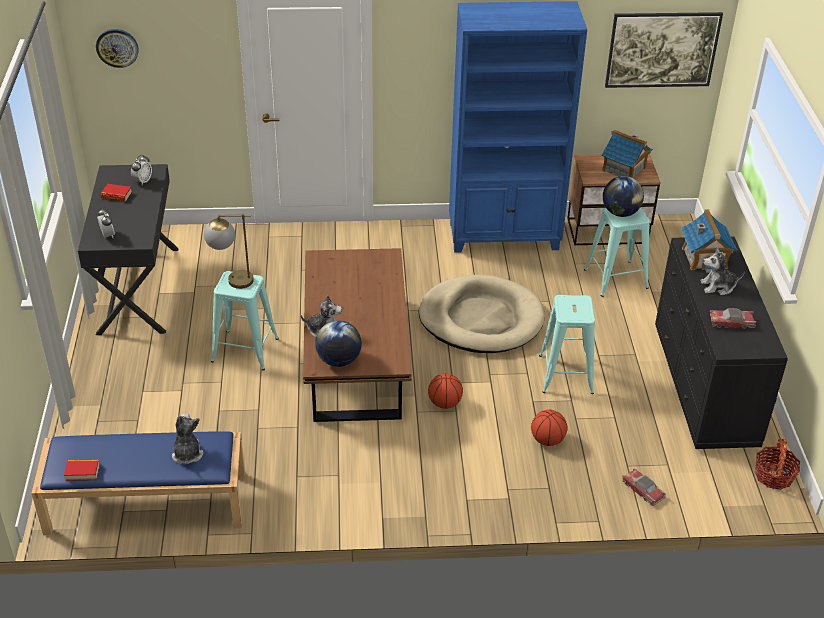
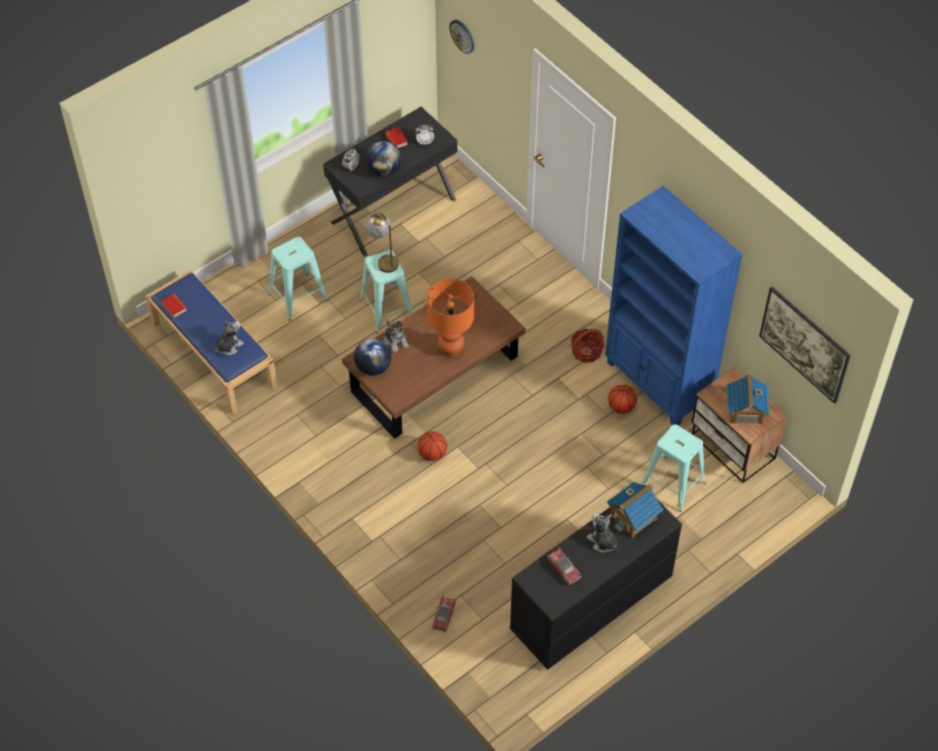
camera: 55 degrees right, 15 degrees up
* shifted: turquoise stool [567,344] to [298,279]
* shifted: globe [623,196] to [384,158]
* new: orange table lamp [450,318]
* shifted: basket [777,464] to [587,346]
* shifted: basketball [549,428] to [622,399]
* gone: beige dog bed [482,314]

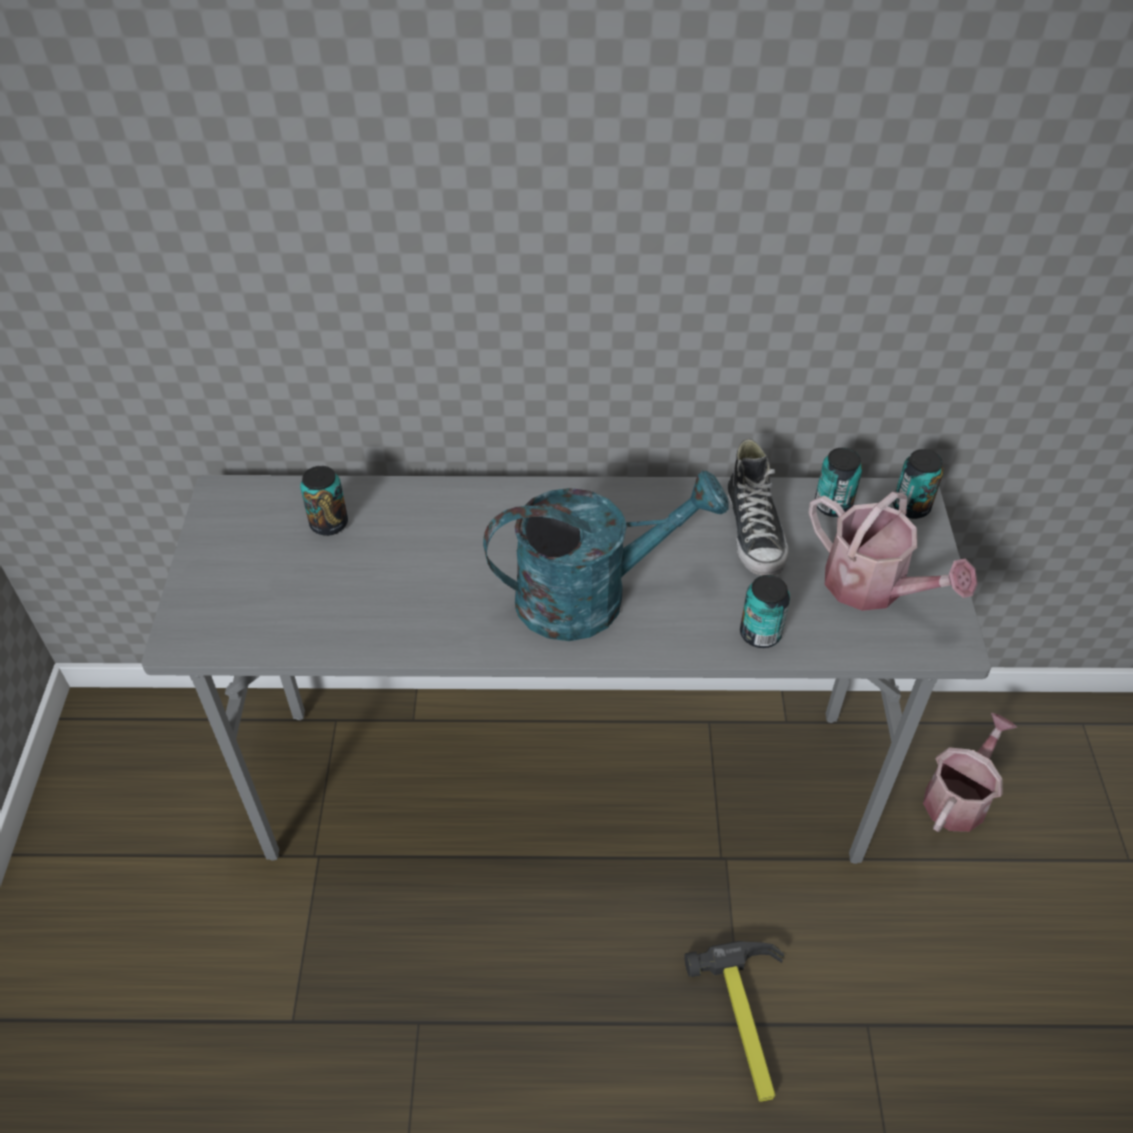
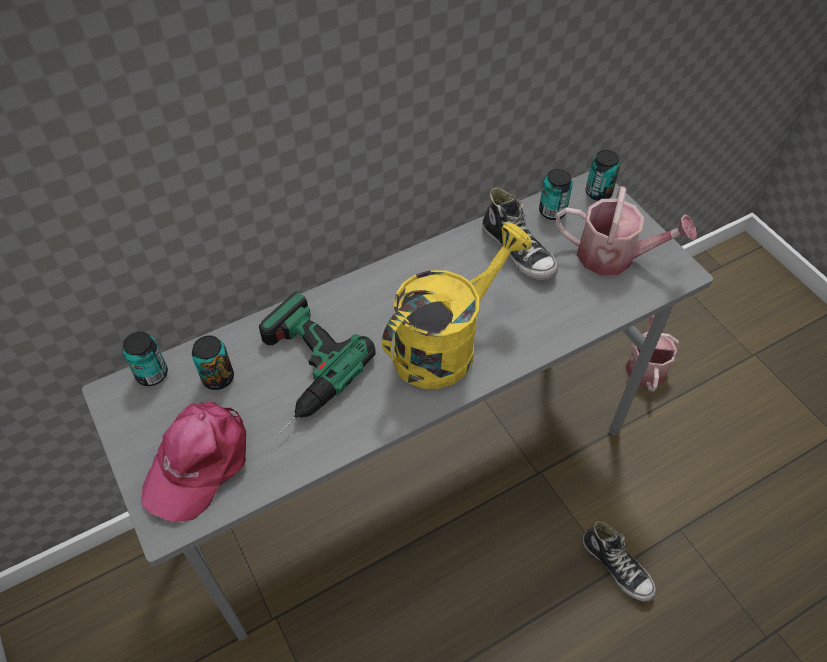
camera: 30 degrees left, 5 degrees up
* shifted: can [765,611] to [145,359]
* new: pink cap [193,462]
* new: power drill [317,363]
* repainted: turquoise watering can [605,555] to yellow watering can [457,305]
* swapped: hammer [734,1021] to shoe [619,561]

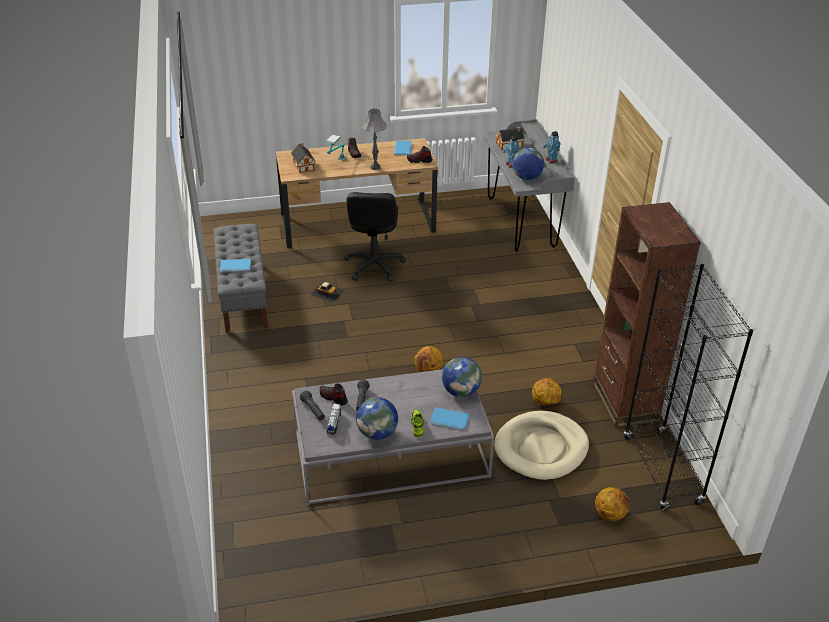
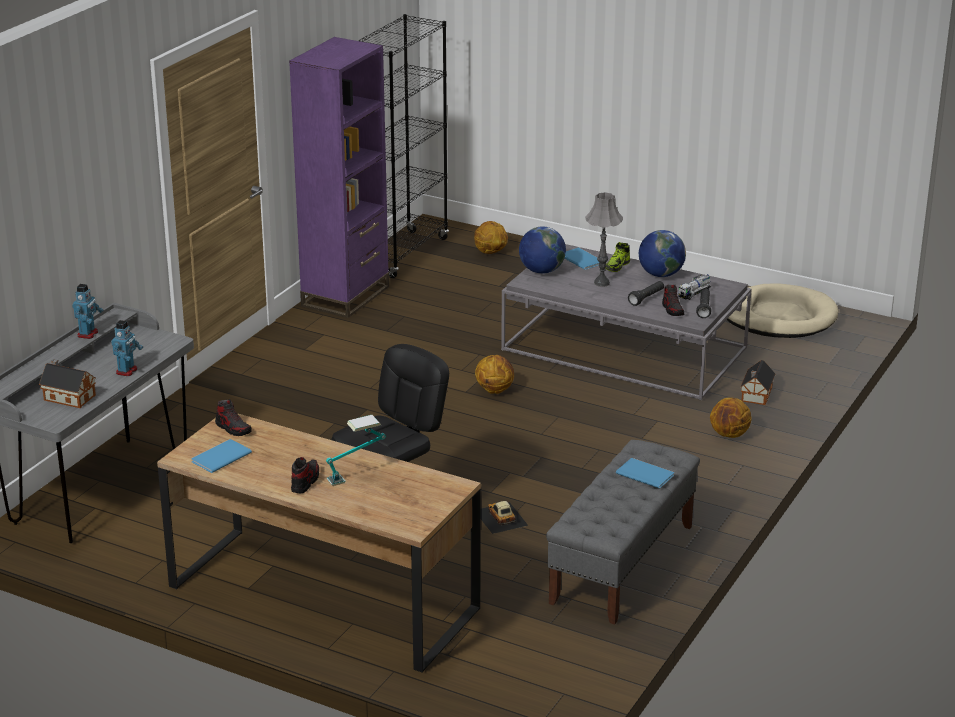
camera: 140 degrees left, 10 degrees down
* repainted: brown bookcase [647,315] to purple bookcase [339,177]
* shifted: grey table lamp [374,139] to [604,239]
* shifted: basketball [547,391] to [731,418]
* shifted: beige dog bed [541,445] to [783,310]
* shifted: toy house [303,158] to [757,382]
* gone: globe [528,164]

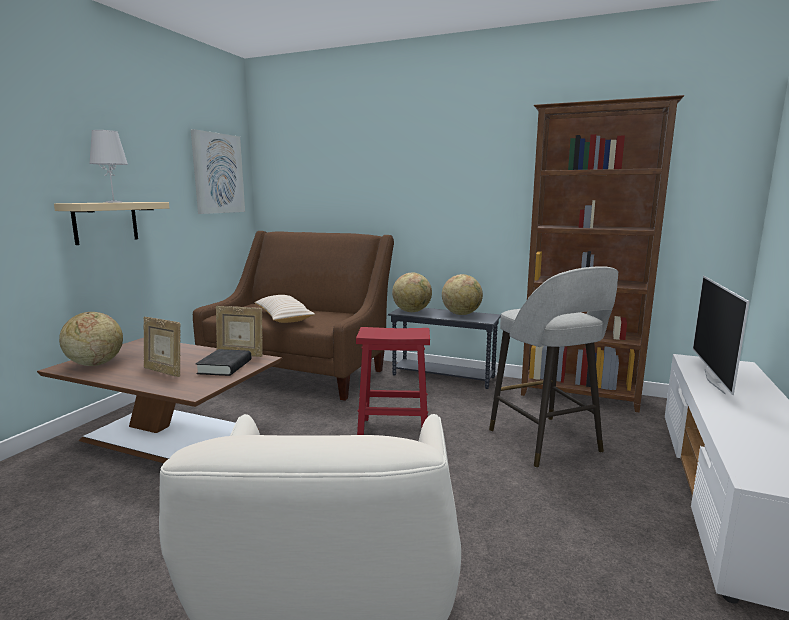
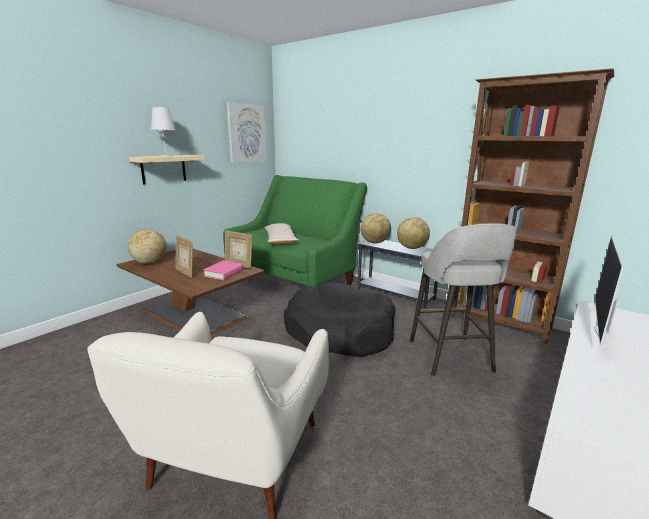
camera: 15 degrees right, 5 degrees up
* repainted: black book [223,362] to pink book [223,270]
* repainted: brown sofa [293,316] to green sofa [295,230]
* swapped: red stool [393,381] to black dog bed [339,320]

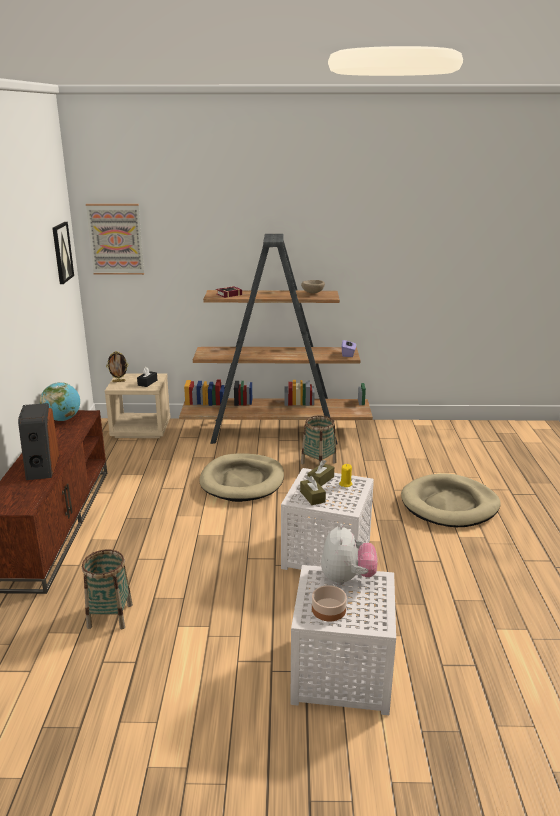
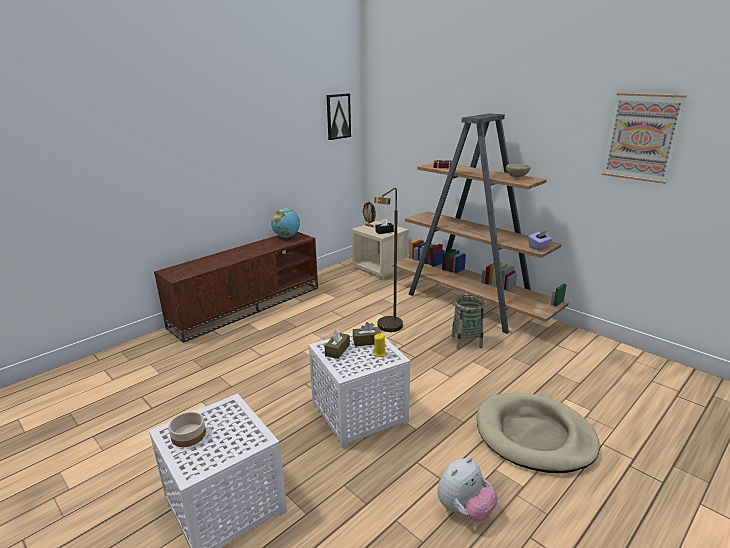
camera: 45 degrees right, 0 degrees up
* swapped: beige dog bed [242,478] to brown floor lamp [388,260]
* shifted: plush toy [349,554] to [467,489]
* shifted: picture [115,239] to [644,138]
* gone: speaker [38,441]
* gone: basket [107,589]

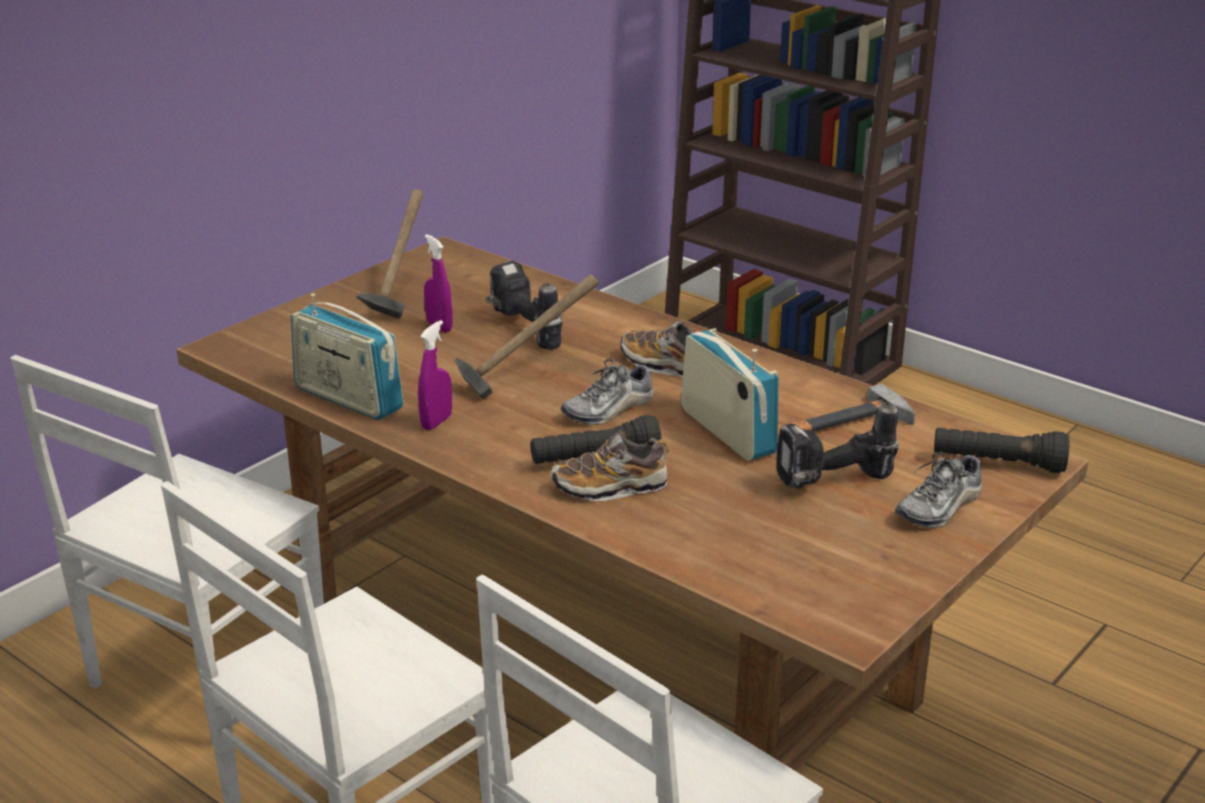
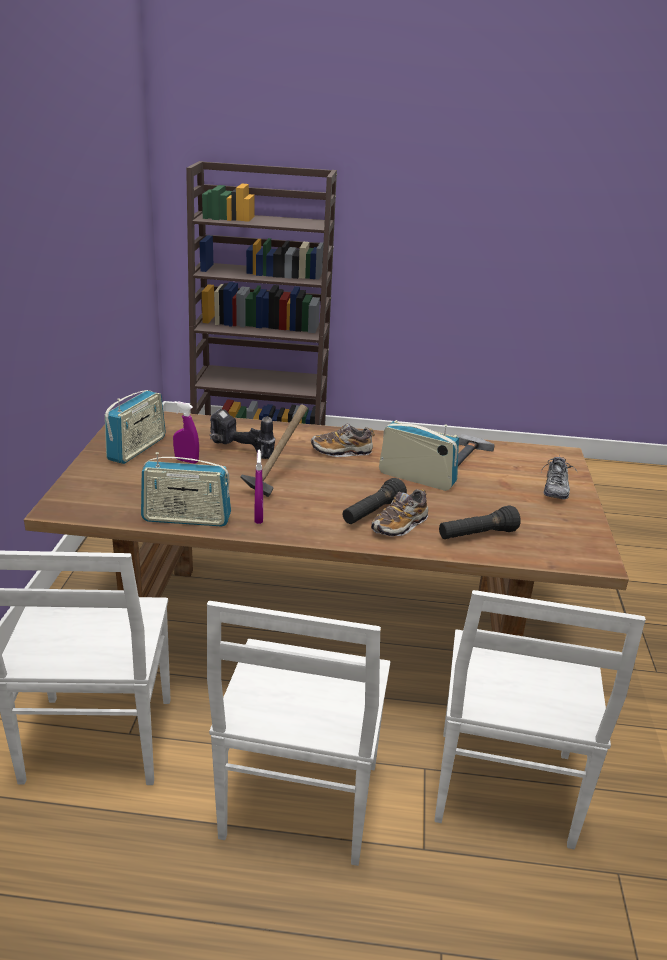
camera: 35 degrees left, 0 degrees up
* swapped: hammer [389,254] to radio [135,427]
* shifted: black flashlight [1002,450] to [480,522]
* gone: shoe [607,391]
* gone: power drill [838,445]

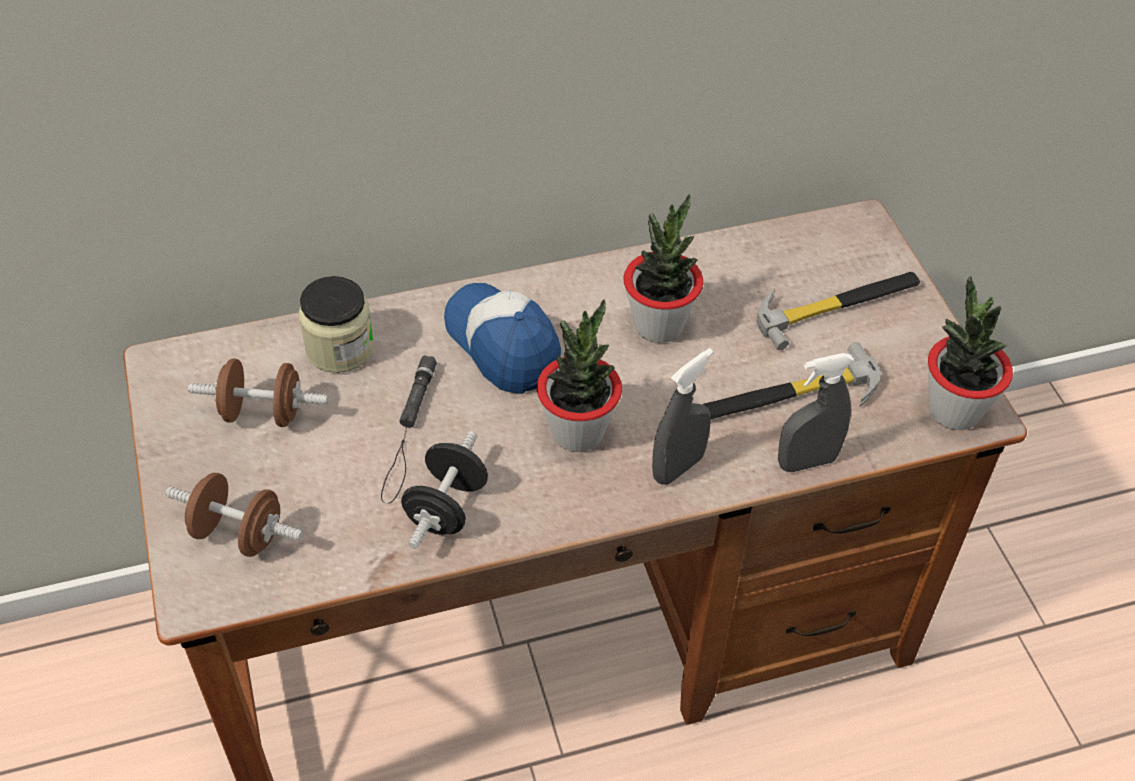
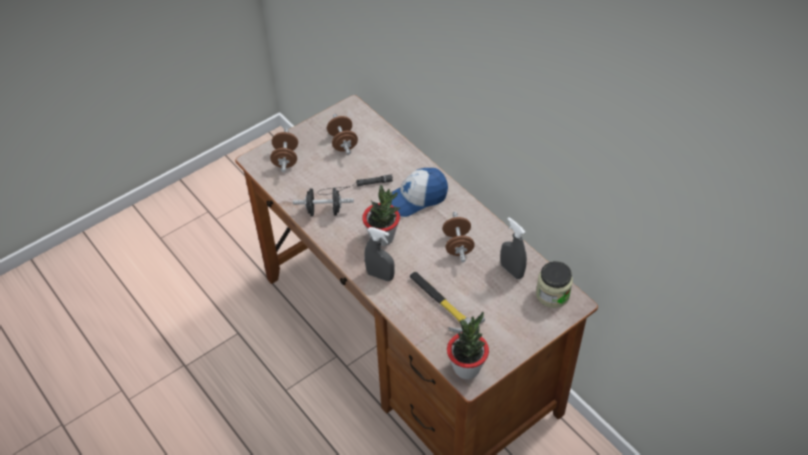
camera: 70 degrees right, 0 degrees up
* rotated: cap [502,338] = [419,192] 150 degrees counterclockwise
* swapped: potted plant [663,268] to brown dumbbell [458,237]
* shifted: grey spray bottle [816,412] to [513,248]
* shifted: jar [336,324] to [554,284]
* gone: hammer [838,311]

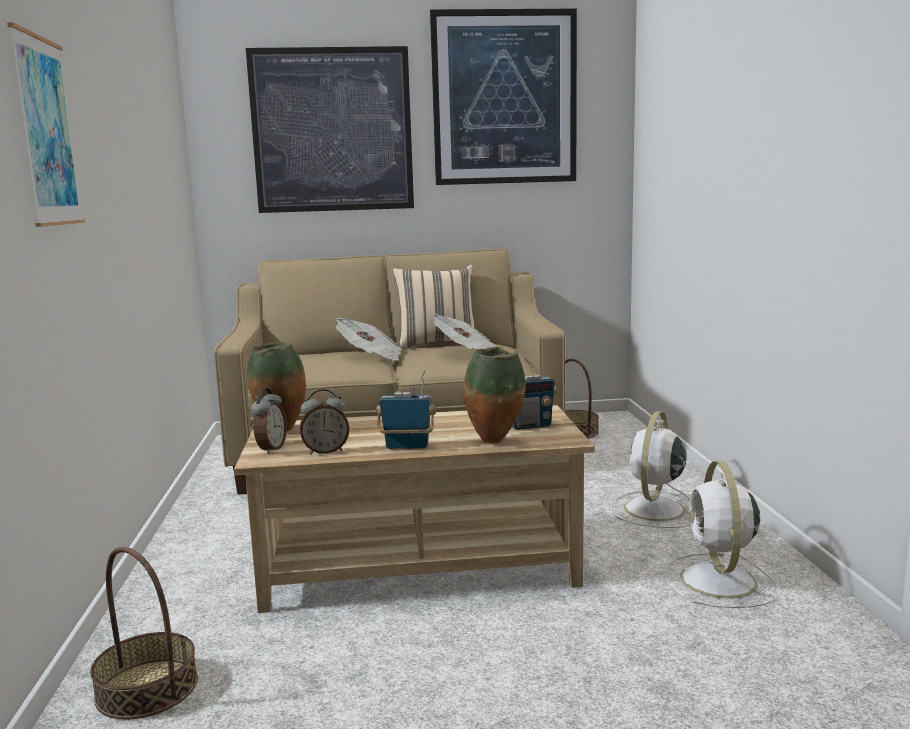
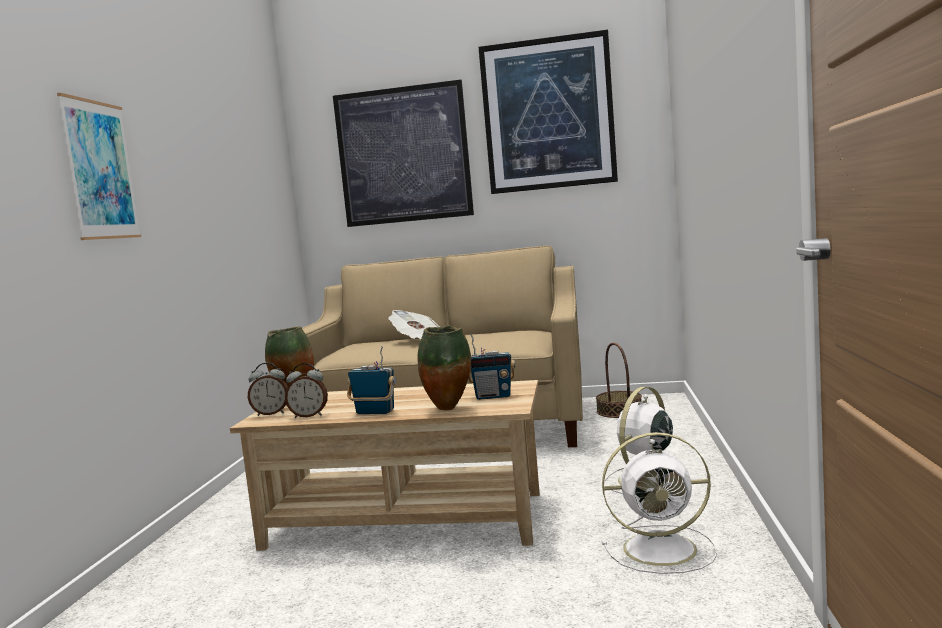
camera: 15 degrees right, 5 degrees down
* rotated: alarm clock [269,421] = [268,389] 60 degrees clockwise
* rotated: white fan [721,534] = [659,503] 105 degrees counterclockwise
* gone: basket [144,633]
* gone: beige pillow [433,307]
* gone: newspaper [464,331]

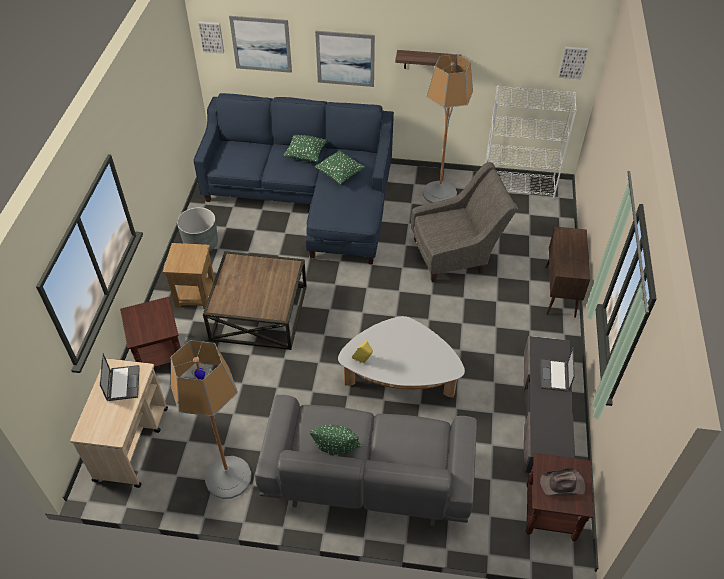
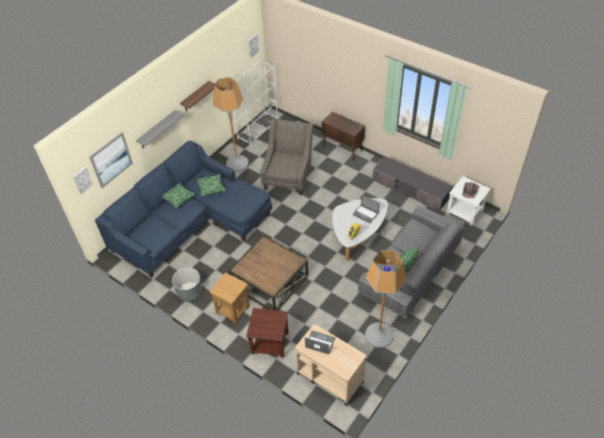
camera: 60 degrees left, 0 degrees up
* swapped: picture [345,59] to grey shelf [160,129]
* shifted: laptop [557,369] to [366,209]
* repainted: brown side table [560,497] to white side table [469,201]

